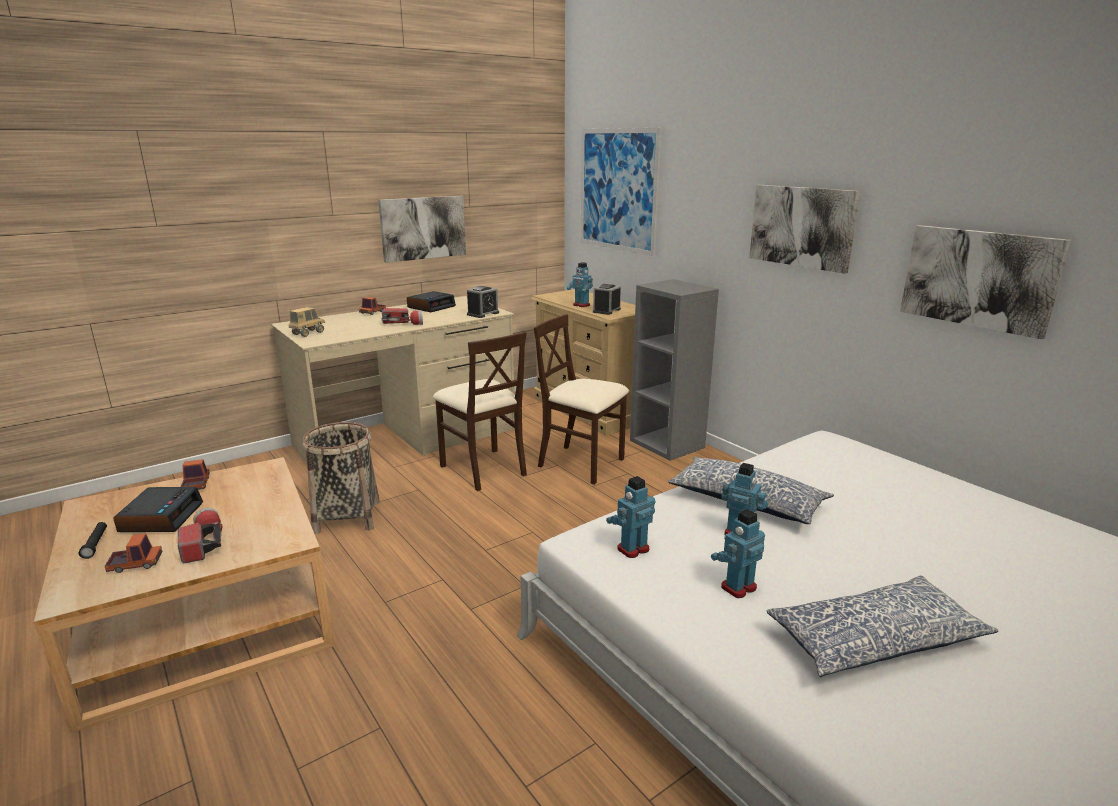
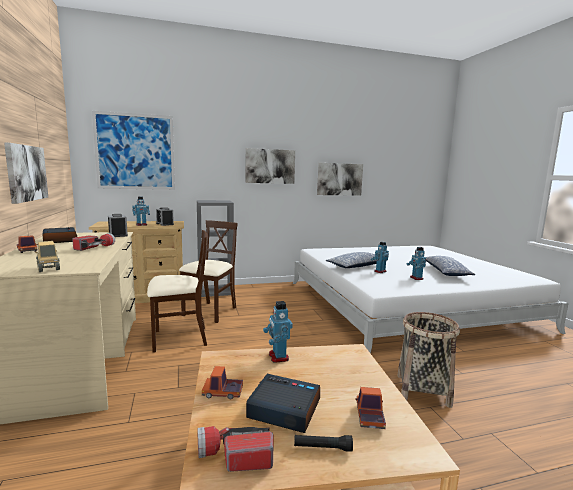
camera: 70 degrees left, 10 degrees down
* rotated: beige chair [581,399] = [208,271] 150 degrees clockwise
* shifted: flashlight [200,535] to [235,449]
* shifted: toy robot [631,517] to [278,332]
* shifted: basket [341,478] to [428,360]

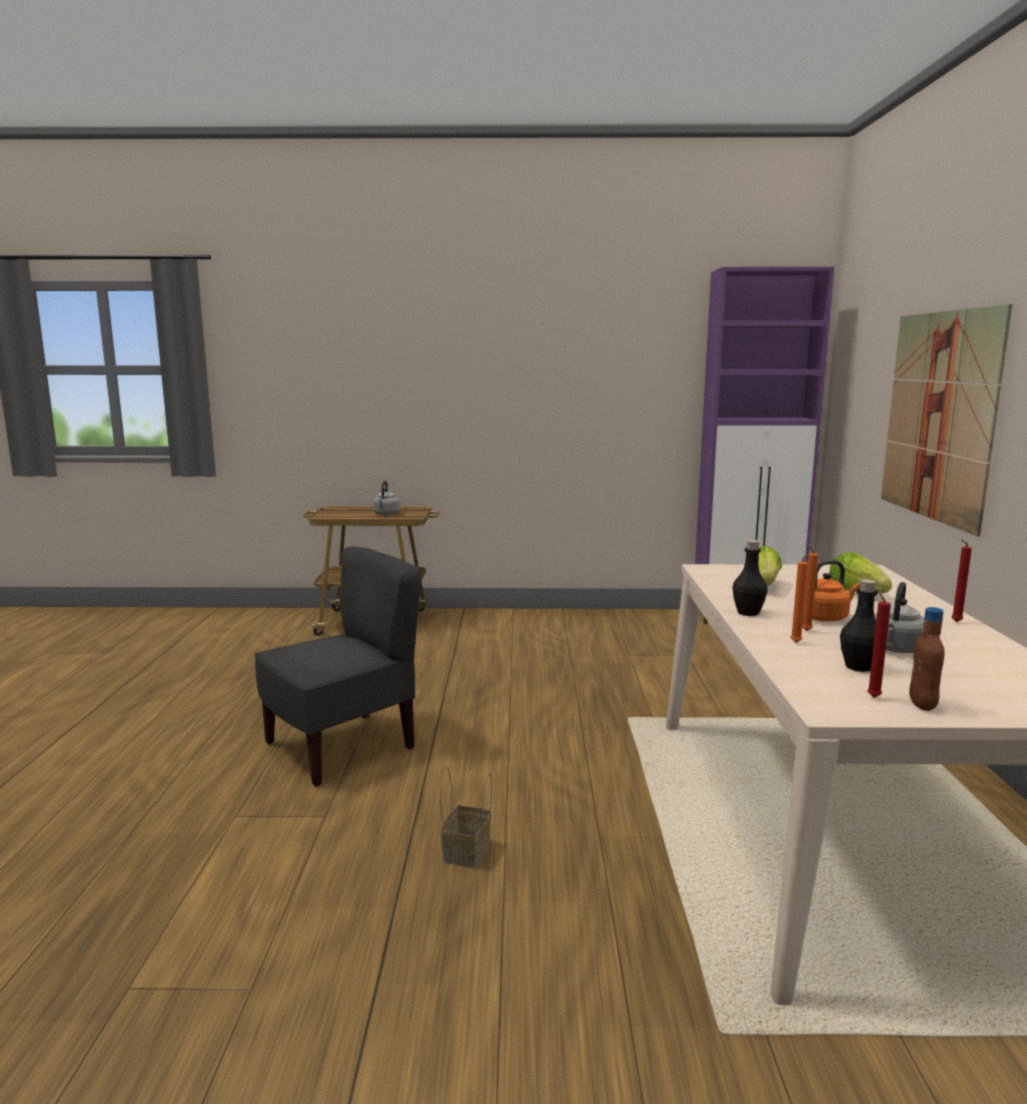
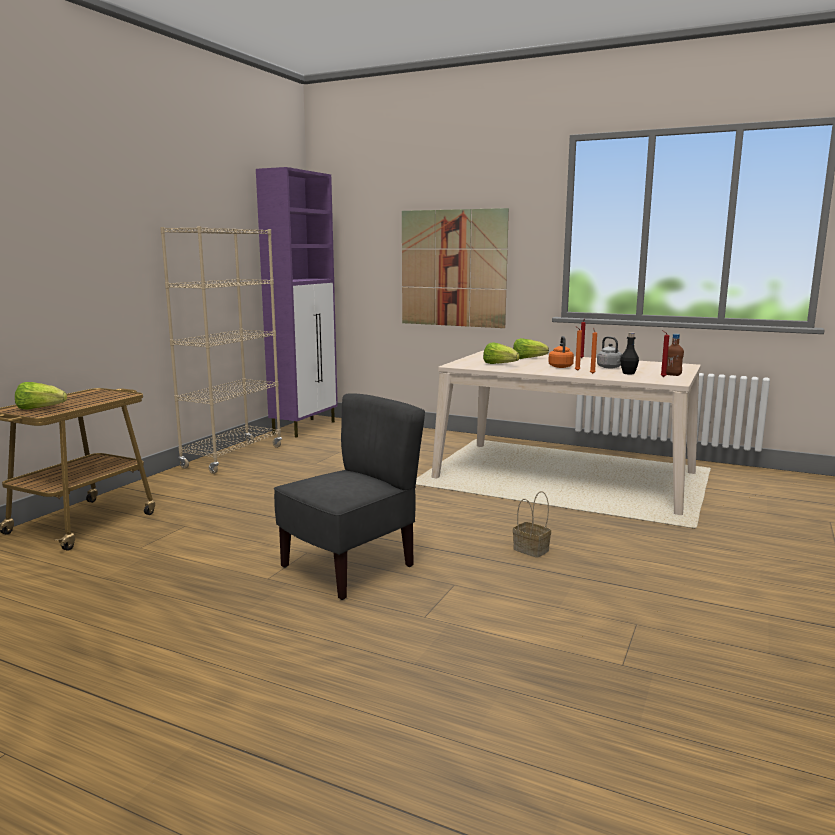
camera: 65 degrees left, 0 degrees up
* new: lettuce [41,396]
* new: beige bookcase [221,350]
* rotated: grey chair [338,667] = [349,496] 60 degrees clockwise
* gone: grey kettle [386,498]
* gone: black bottle [750,578]

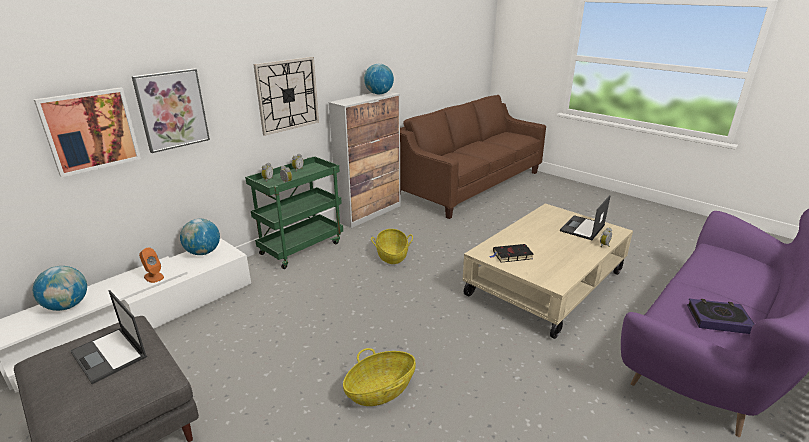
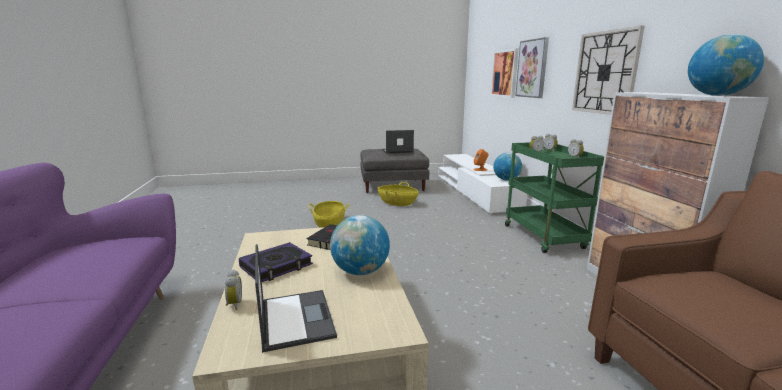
camera: 125 degrees right, 10 degrees down
* shifted: book [720,316] to [276,262]
* shifted: globe [60,288] to [360,245]
* shifted: basket [392,246] to [398,194]

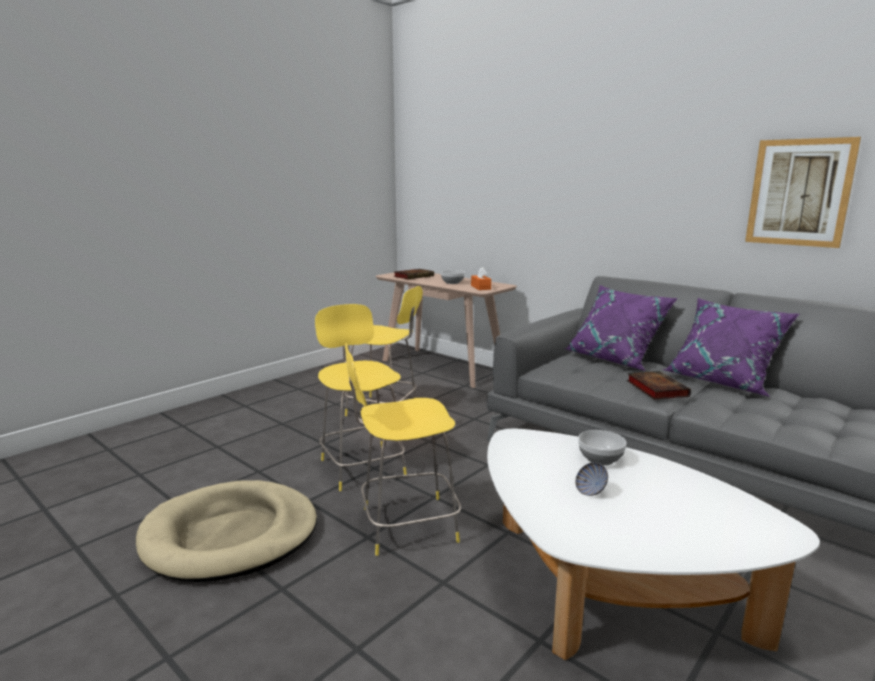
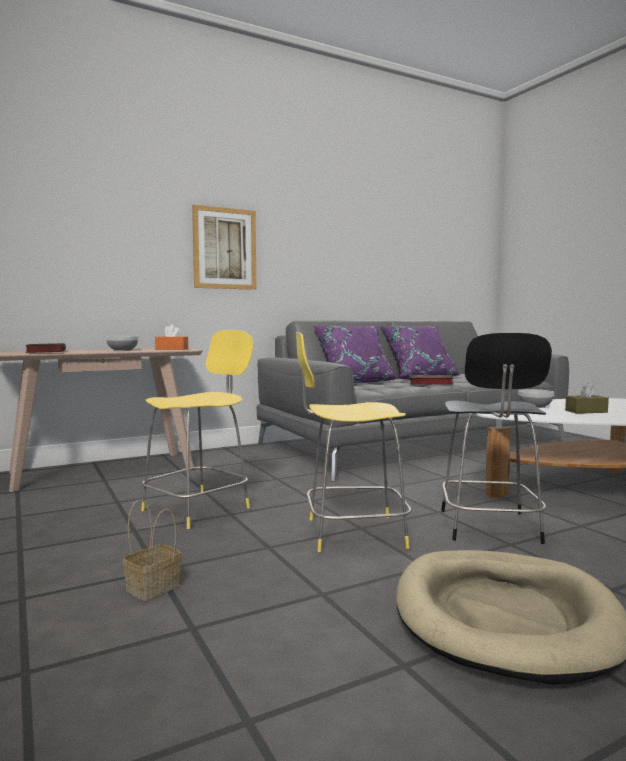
camera: 70 degrees left, 10 degrees down
* new: basket [152,550]
* shifted: picture [803,192] to [224,247]
* repainted: yellow stool [403,449] to black stool [496,438]
* swapped: bowl [591,479] to brown tissue box [587,398]

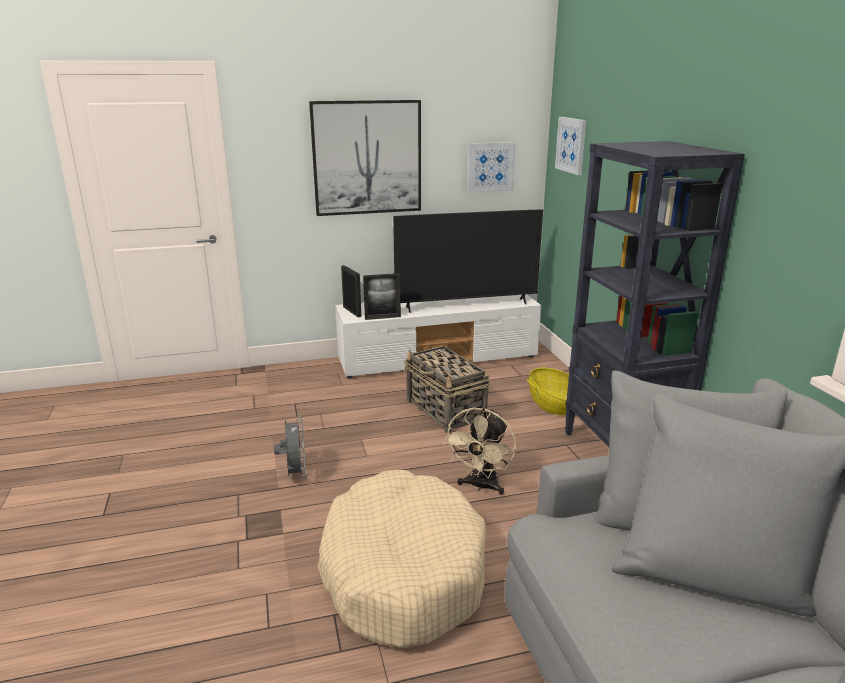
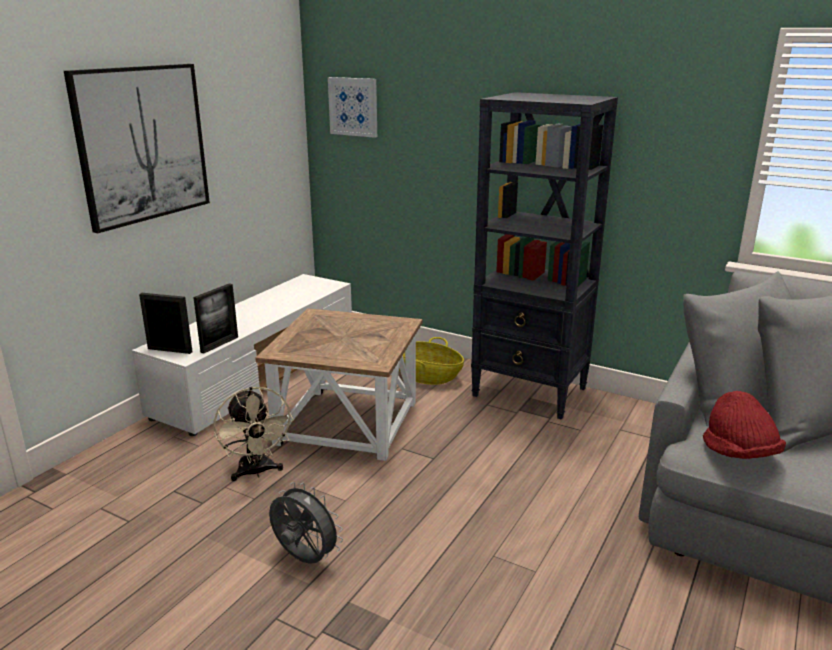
camera: 45 degrees left, 0 degrees up
* shifted: beige fan [479,451] to [253,434]
* swapped: basket [447,389] to brown side table [338,384]
* new: red hat [744,425]
* gone: beige dog bed [401,559]
* gone: television [468,261]
* gone: picture [491,167]

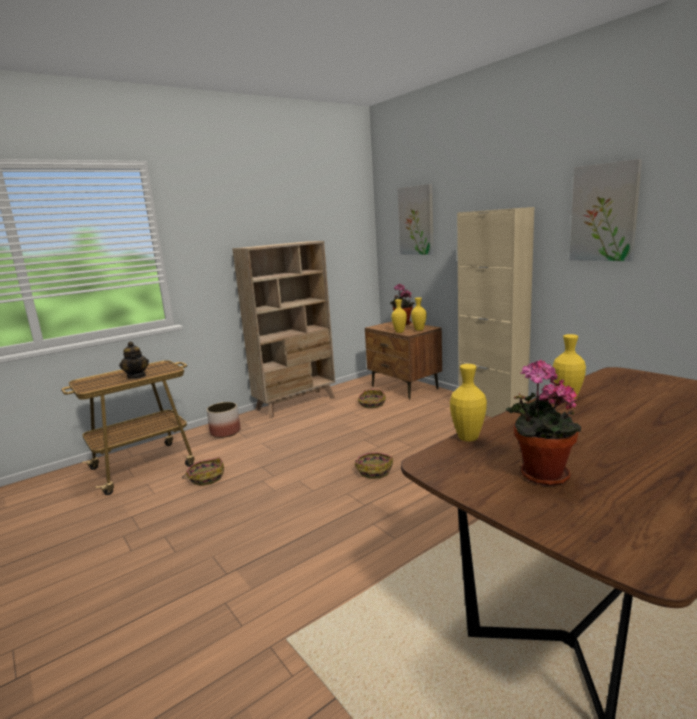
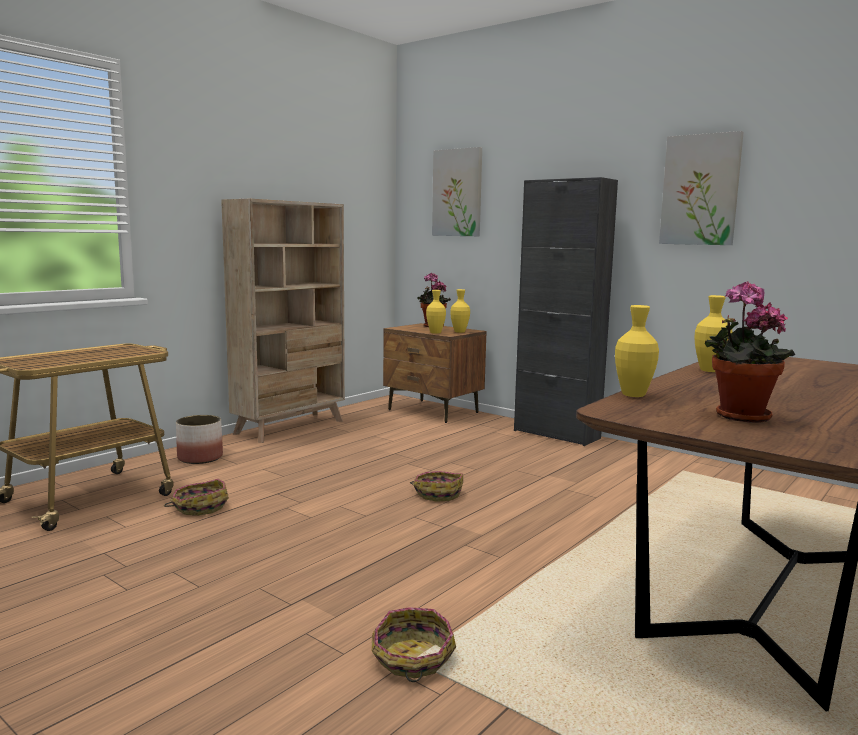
camera: 15 degrees left, 5 degrees down
* shifted: basket [371,398] to [414,644]
* repainted: beige cabinet [495,312] to black cabinet [566,311]
* gone: teapot [134,360]

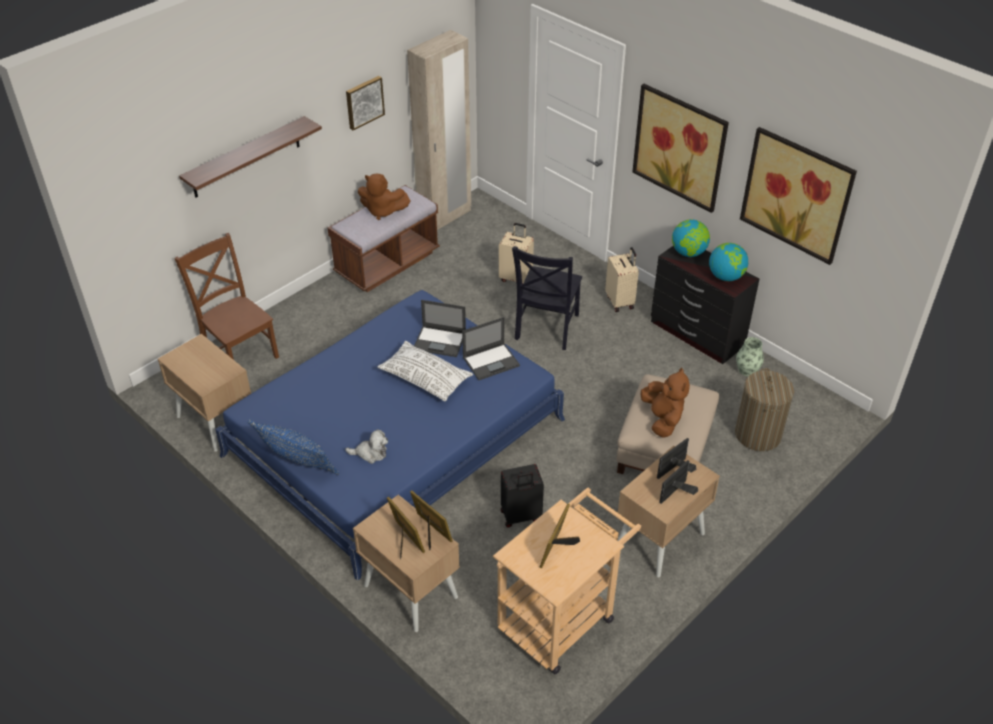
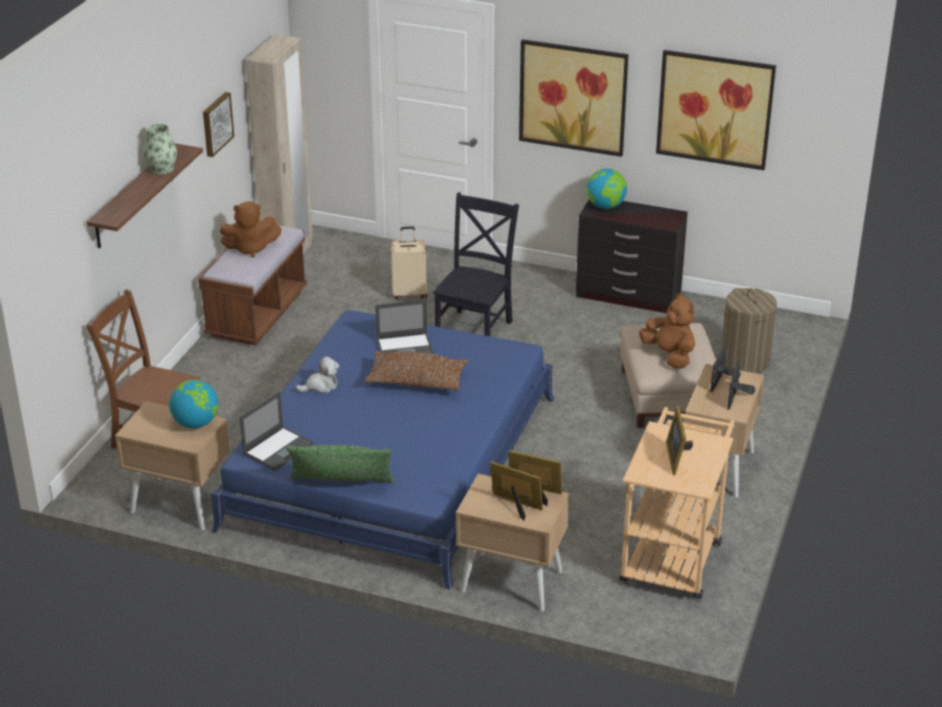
camera: 25 degrees left, 10 degrees down
* shifted: vase [750,356] to [160,149]
* shifted: globe [728,262] to [193,404]
* shifted: laptop [491,348] to [277,431]
* repainted: blue pillow [293,447] to green pillow [340,464]
* shifted: plush toy [366,447] to [317,374]
* repainted: white pillow [425,371] to brown pillow [416,370]
* rotated: black chair [547,298] = [476,264] 150 degrees counterclockwise
* gone: black suitcase [522,496]
* gone: beige suitcase [622,279]

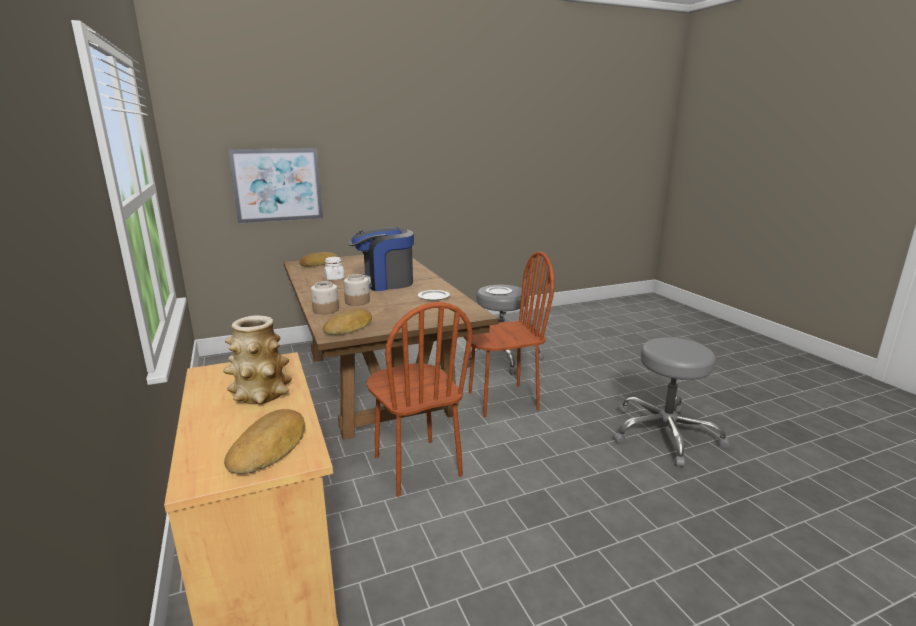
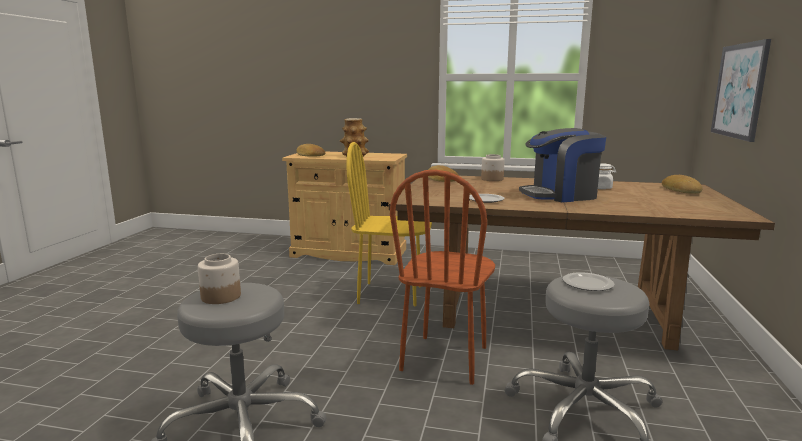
camera: 125 degrees right, 5 degrees down
* shifted: jar [357,290] to [219,279]
* repainted: brown chair [420,399] to yellow chair [389,224]
* rotated: coffee machine [381,259] = [562,165] 120 degrees counterclockwise

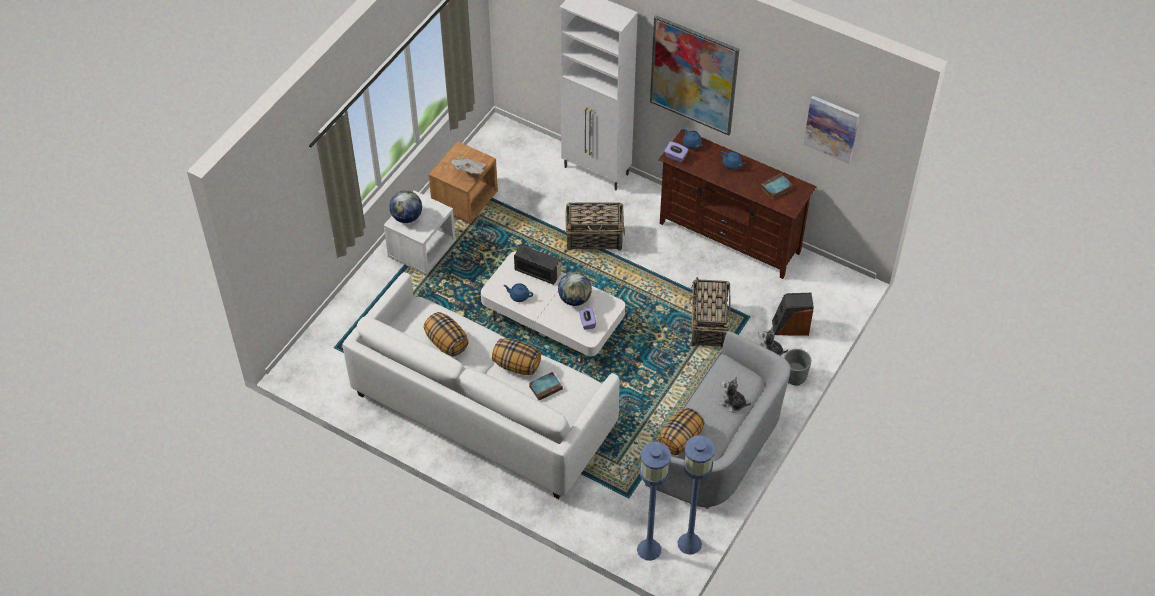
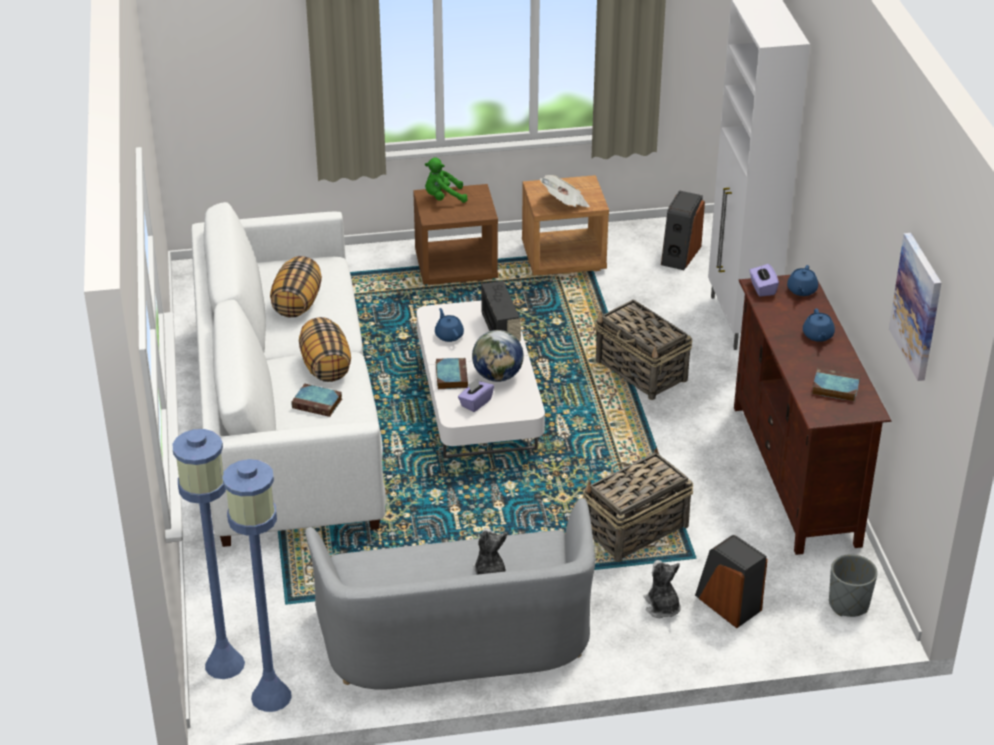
camera: 50 degrees right, 15 degrees down
* repainted: white nightstand [420,232] to brown nightstand [455,234]
* swapped: globe [405,206] to green plush toy [446,180]
* new: book [452,373]
* new: speaker [683,230]
* shifted: grey planter [797,367] to [853,585]
* gone: picture [694,75]
* gone: pillow [681,431]

